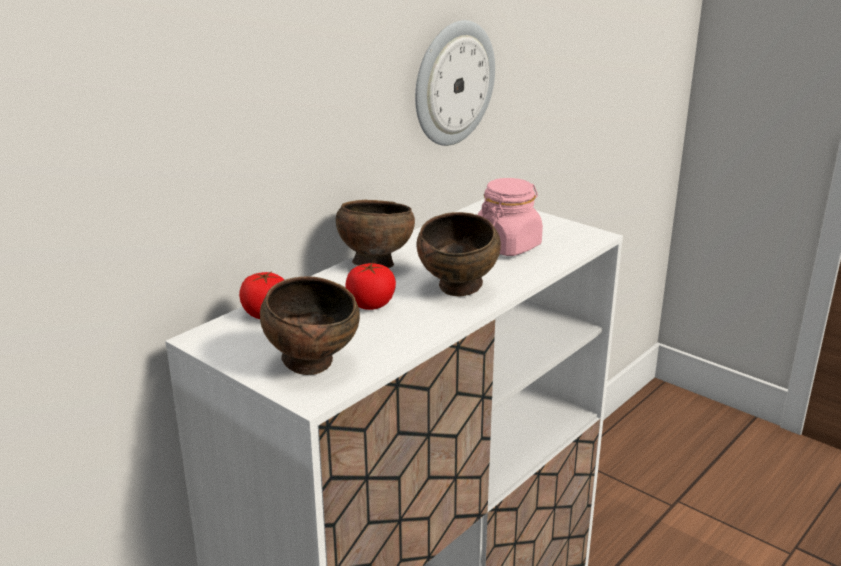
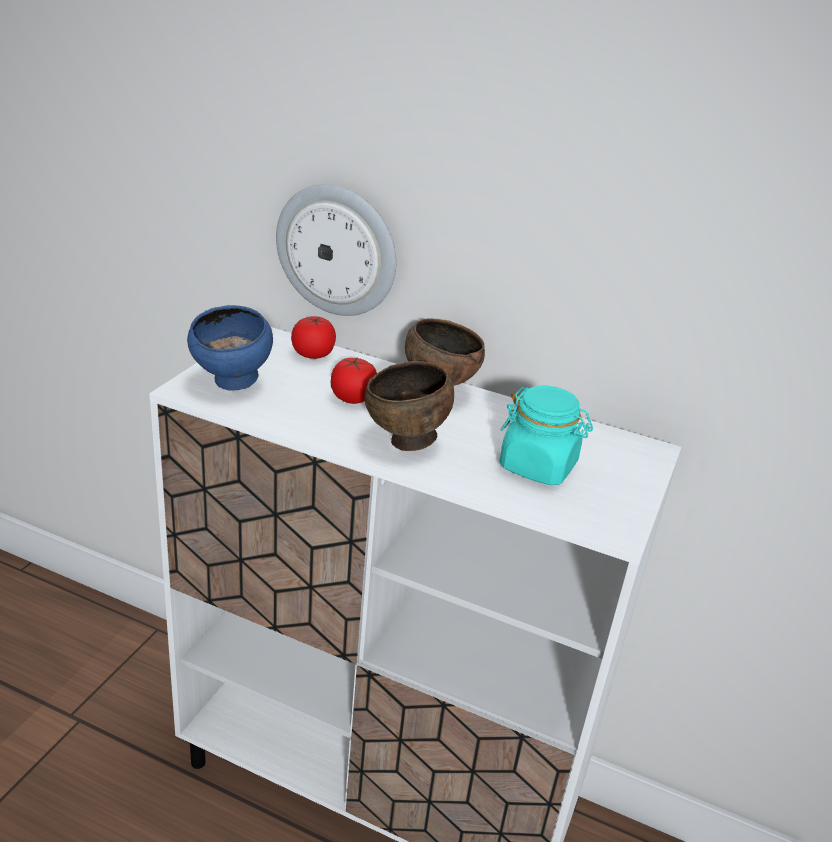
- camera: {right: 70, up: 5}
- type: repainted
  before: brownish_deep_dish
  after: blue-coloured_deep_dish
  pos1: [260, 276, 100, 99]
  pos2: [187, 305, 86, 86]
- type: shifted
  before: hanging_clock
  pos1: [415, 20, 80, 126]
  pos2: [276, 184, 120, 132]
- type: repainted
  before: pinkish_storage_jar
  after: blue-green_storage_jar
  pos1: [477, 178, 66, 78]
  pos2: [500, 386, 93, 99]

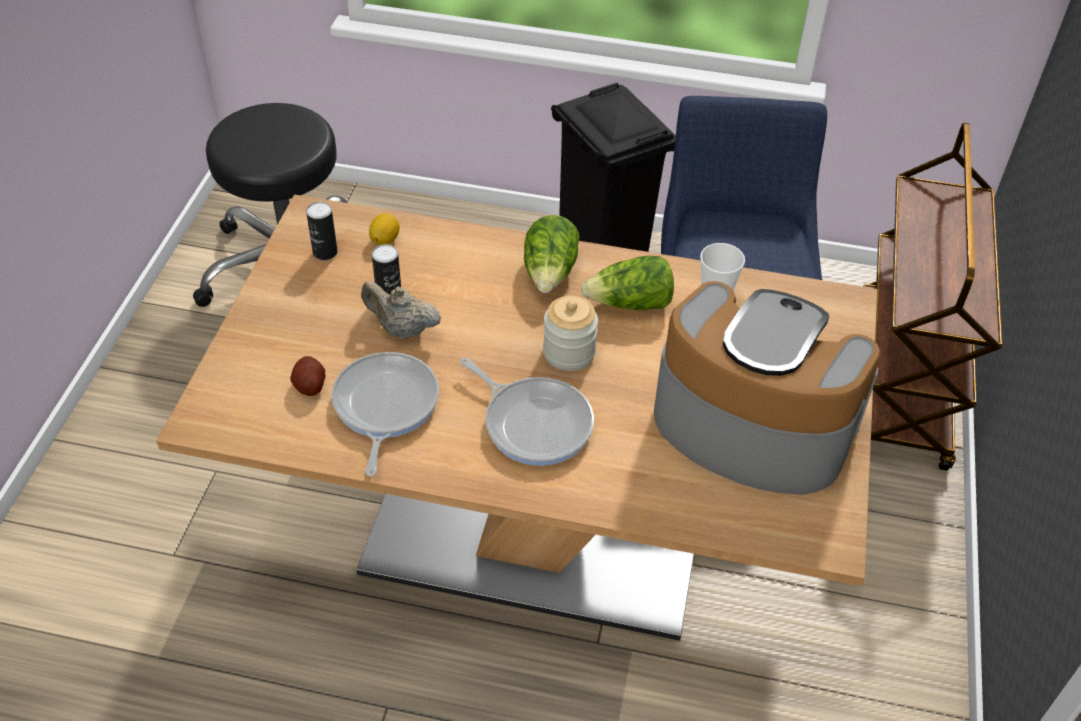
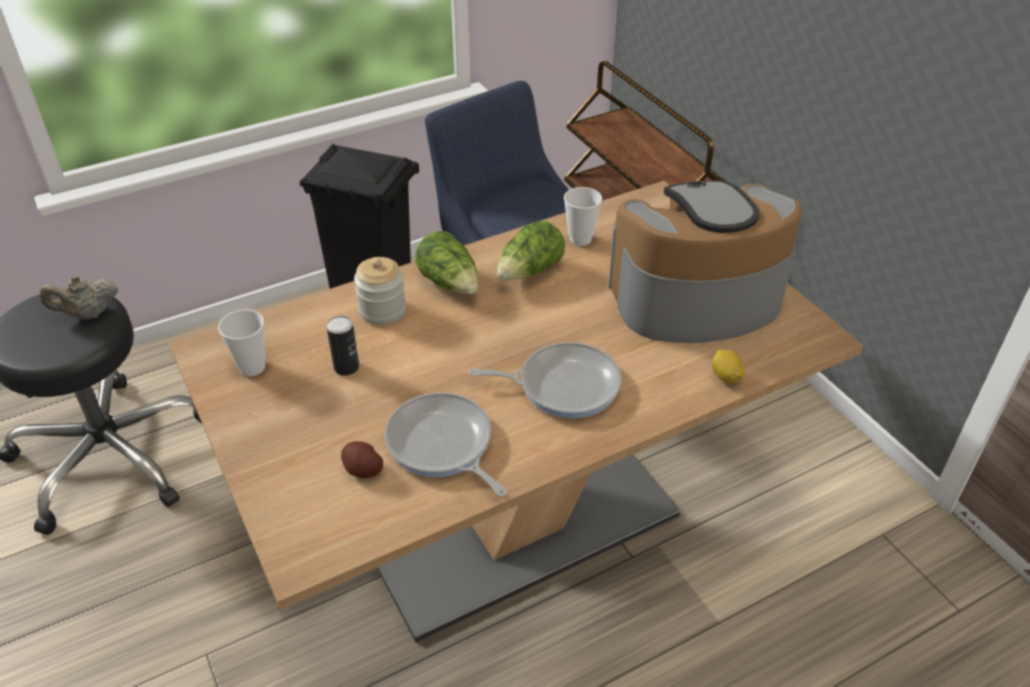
- camera: {right: -40, up: -5}
- type: swapped
  before: can
  after: cup
  pos1: [306, 202, 32, 58]
  pos2: [218, 309, 48, 67]
- type: shifted
  before: sand-coloured_teapot
  pos1: [361, 281, 80, 58]
  pos2: [40, 275, 79, 45]
- type: shifted
  before: lemon
  pos1: [369, 214, 31, 31]
  pos2: [712, 350, 33, 34]
- type: shifted
  before: storage_jar
  pos1: [543, 296, 55, 75]
  pos2: [354, 257, 52, 68]

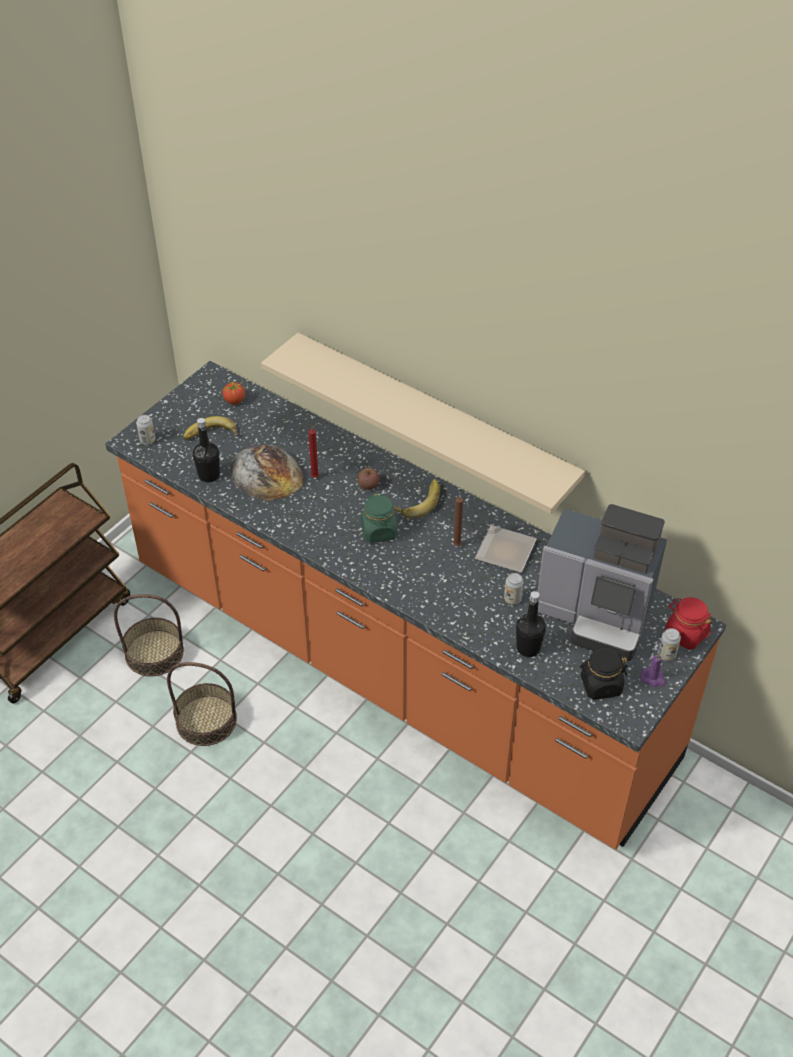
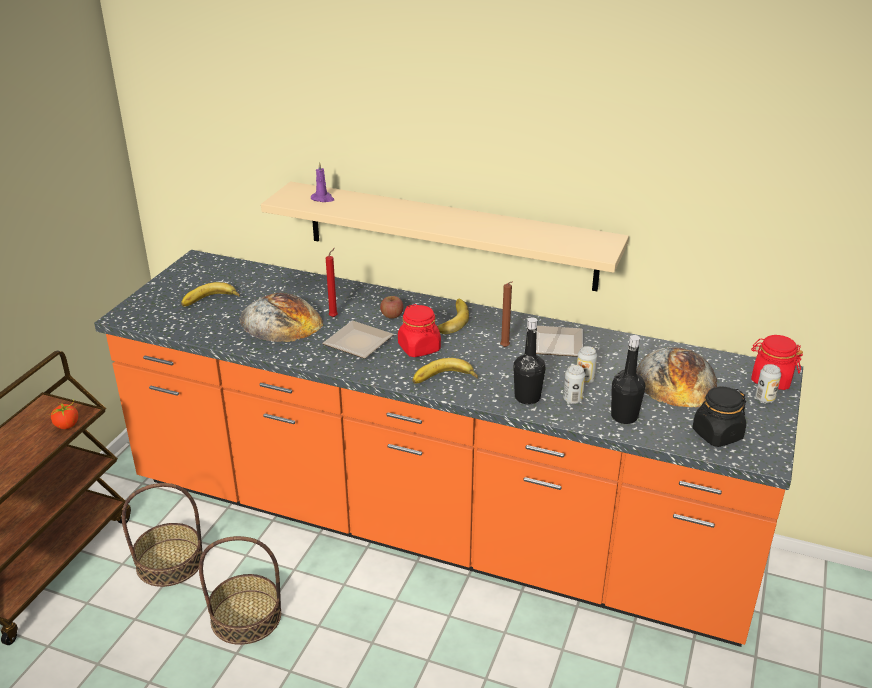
- camera: {right: -15, up: -15}
- type: shifted
  before: can
  pos1: [136, 415, 19, 30]
  pos2: [563, 365, 22, 39]
- type: shifted
  before: blackish_drink_bottle
  pos1: [193, 418, 27, 65]
  pos2: [513, 317, 33, 88]
- type: shifted
  before: fresh_tomato
  pos1: [222, 381, 23, 24]
  pos2: [50, 401, 28, 28]
- type: repainted
  before: greenish_storage_jar
  after: reddish_storage_jar
  pos1: [361, 493, 36, 50]
  pos2: [398, 304, 43, 53]
- type: swapped
  before: coffee_maker
  after: bakery_bread
  pos1: [537, 504, 130, 157]
  pos2: [636, 347, 81, 60]
- type: shifted
  before: purple-coloured_candle
  pos1: [640, 653, 26, 34]
  pos2: [311, 162, 24, 40]
- type: new
  after: plate
  pos2: [322, 321, 72, 38]
- type: new
  after: banana_fruit
  pos2: [413, 358, 65, 26]

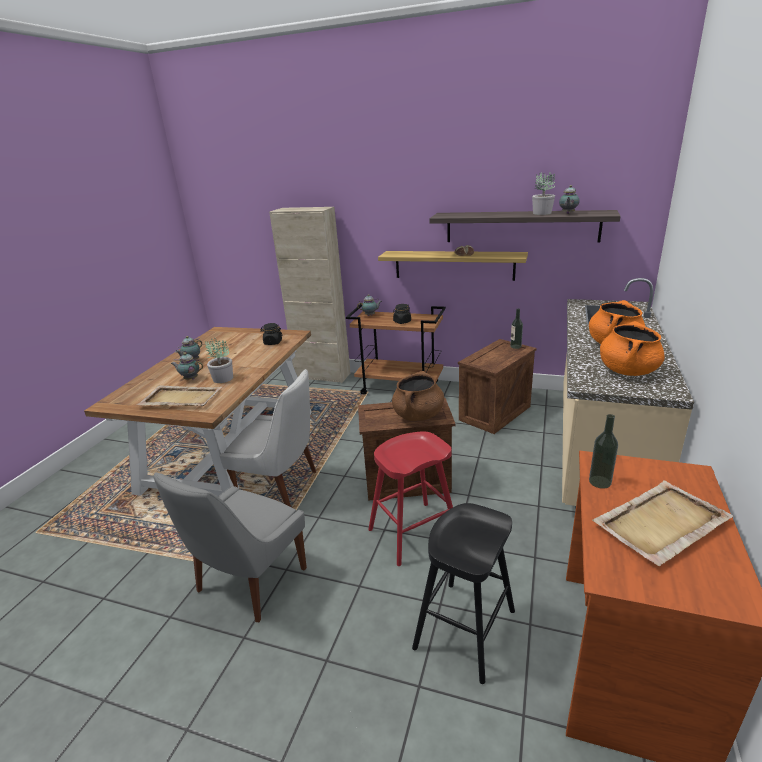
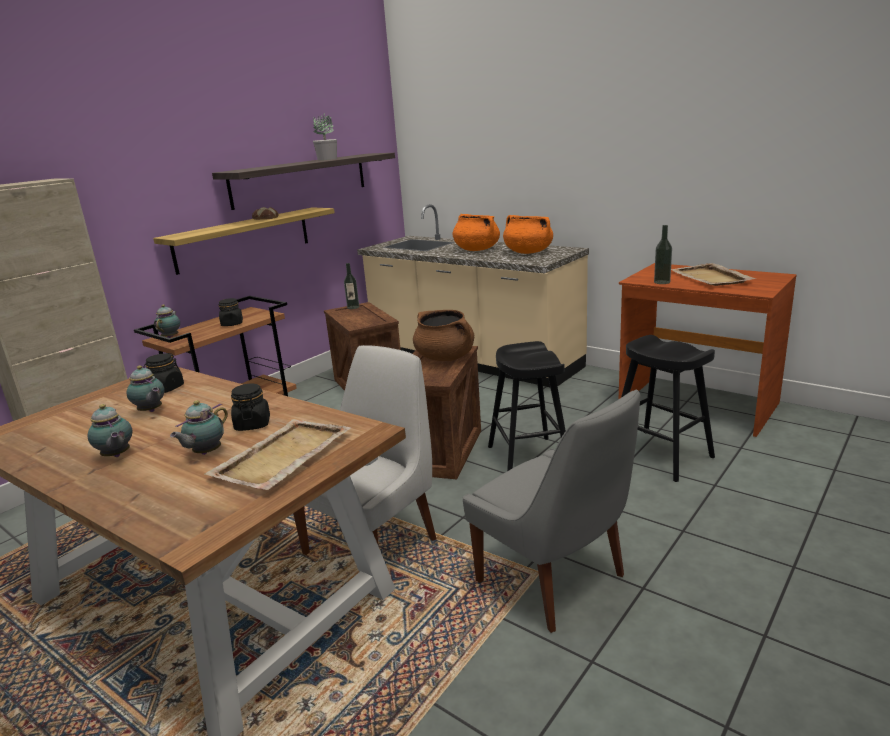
- camera: {right: -70, up: -5}
- type: swapped
  before: houseplant
  after: blackish_storage_jar
  pos1: [205, 338, 28, 45]
  pos2: [231, 384, 39, 47]
- type: repainted
  before: reddish_stool_seat
  after: blackish_stool_seat
  pos1: [368, 432, 85, 134]
  pos2: [488, 341, 78, 130]
- type: shifted
  before: teapot
  pos1: [559, 185, 21, 29]
  pos2: [126, 365, 39, 47]

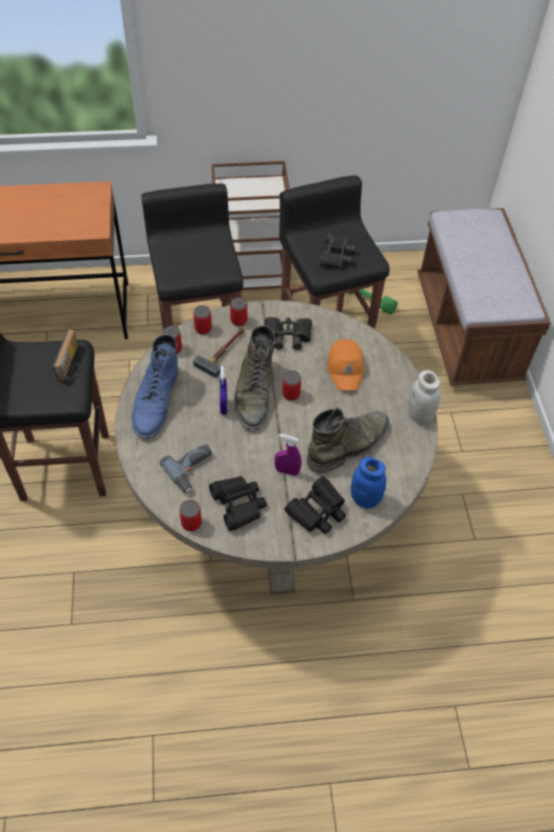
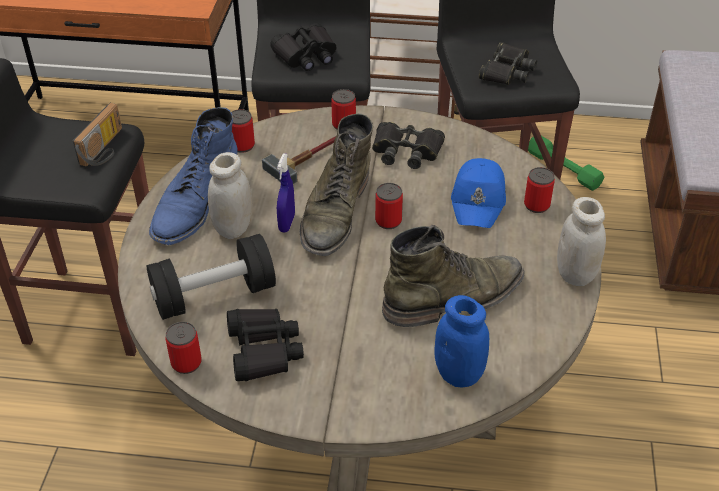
- camera: {right: 15, up: -10}
- type: swapped
  before: electric_drill
  after: blackish_dumbbell
  pos1: [160, 444, 52, 49]
  pos2: [147, 234, 129, 86]
- type: shifted
  before: can
  pos1: [194, 305, 18, 30]
  pos2: [524, 167, 31, 46]
- type: gone
  before: purple-coloured_hand_sprayer
  pos1: [275, 434, 26, 42]
- type: shifted
  before: blackish_binoculars
  pos1: [284, 476, 62, 58]
  pos2: [270, 23, 67, 48]
- type: repainted
  before: orange_baseball_cap
  after: blue-coloured_baseball_cap
  pos1: [327, 339, 37, 51]
  pos2: [451, 158, 55, 70]
- type: new
  after: whitish_storage_jar
  pos2: [208, 152, 44, 87]

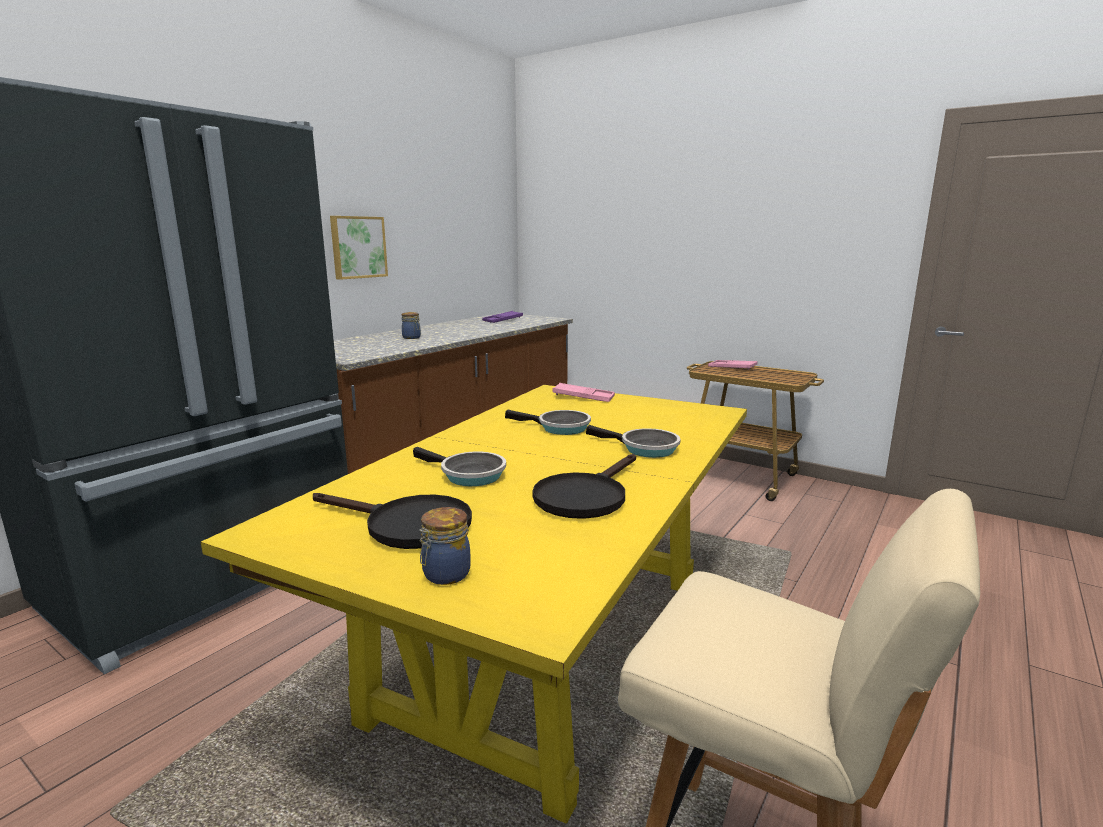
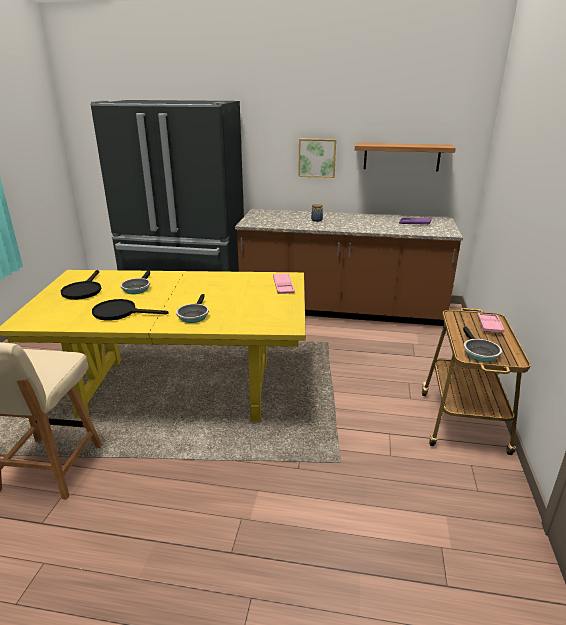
- camera: {right: 65, up: 10}
- type: gone
  before: storage_jar
  pos1: [419, 507, 52, 78]
- type: shifted
  before: skillet
  pos1: [505, 409, 86, 26]
  pos2: [463, 326, 39, 36]
- type: new
  after: wall_shelf
  pos2: [355, 143, 101, 28]

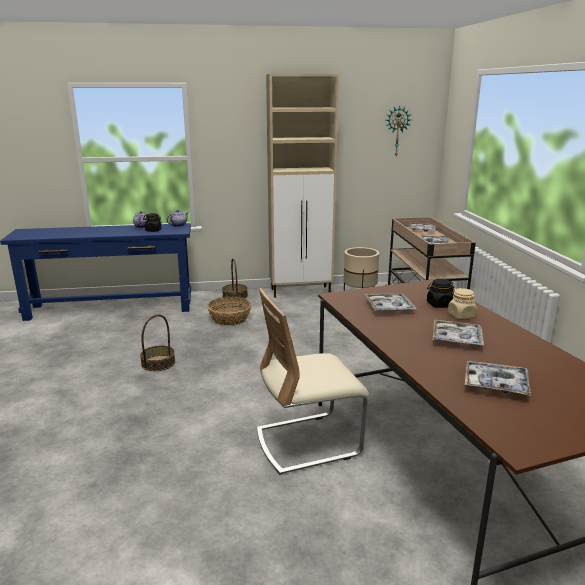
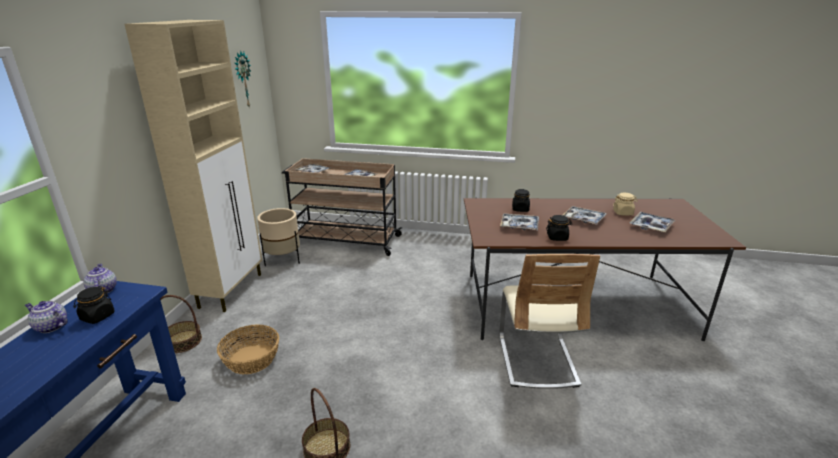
- camera: {right: -70, up: 5}
- type: shifted
  before: sand-coloured_storage_jar
  pos1: [448, 288, 29, 31]
  pos2: [613, 193, 25, 23]
- type: new
  after: blackish_storage_jar
  pos2: [546, 215, 26, 26]

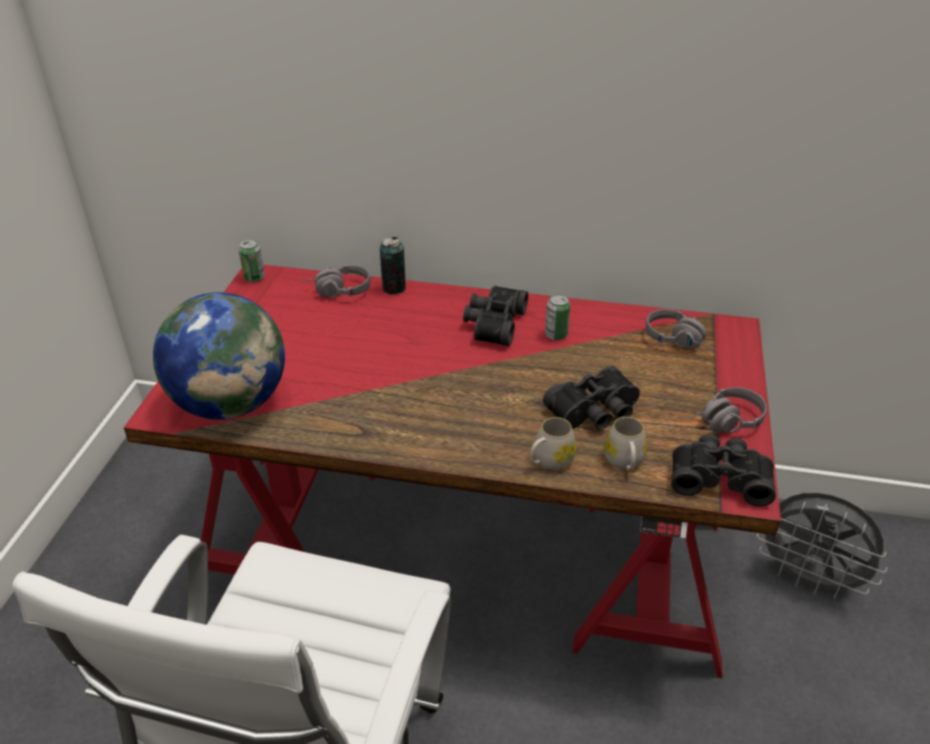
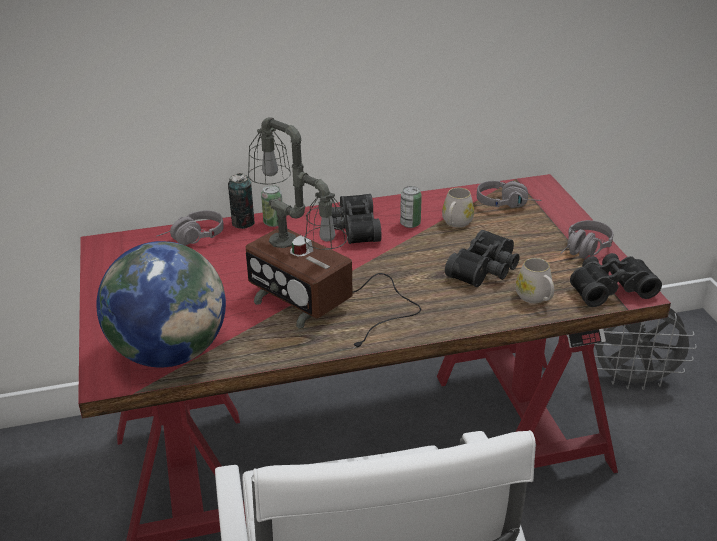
- camera: {right: -25, up: -5}
- type: shifted
  before: can
  pos1: [239, 239, 26, 43]
  pos2: [261, 185, 21, 42]
- type: shifted
  before: whitish_tea_mug
  pos1: [530, 417, 46, 53]
  pos2: [442, 188, 32, 40]
- type: new
  after: tabletop_lamp
  pos2: [246, 117, 175, 231]

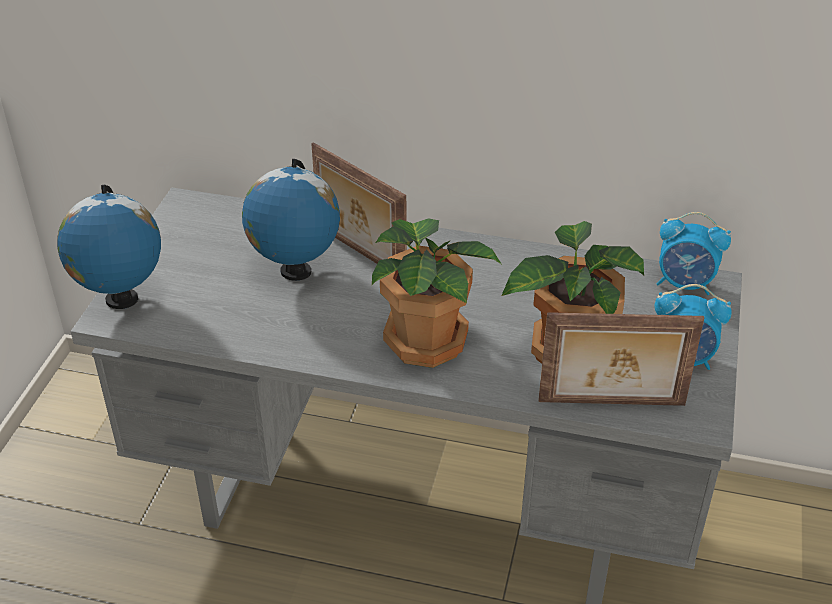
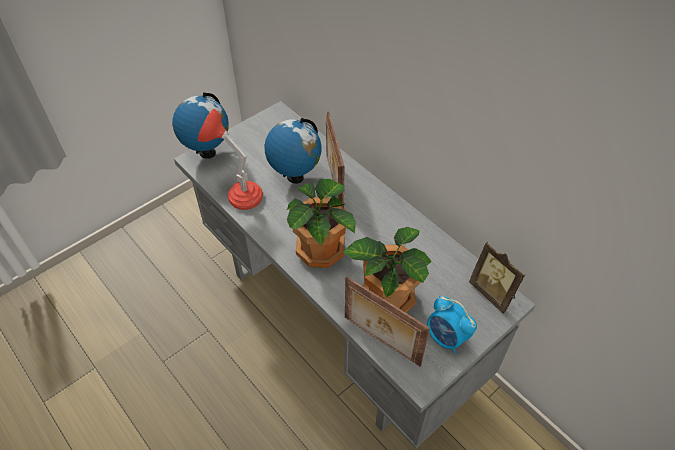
- camera: {right: 35, up: 10}
- type: swapped
  before: bedside_clock
  after: picture_frame
  pos1: [657, 212, 74, 83]
  pos2: [469, 242, 56, 71]
- type: new
  after: reddish_tabletop_lamp
  pos2: [198, 109, 65, 101]

